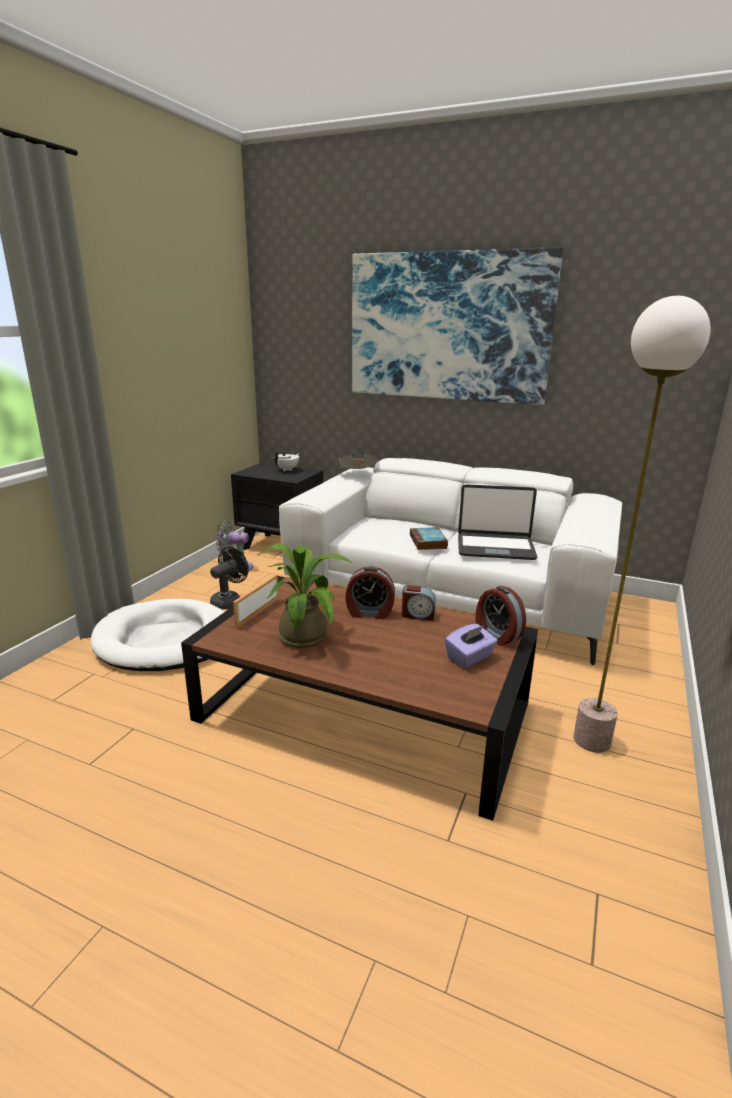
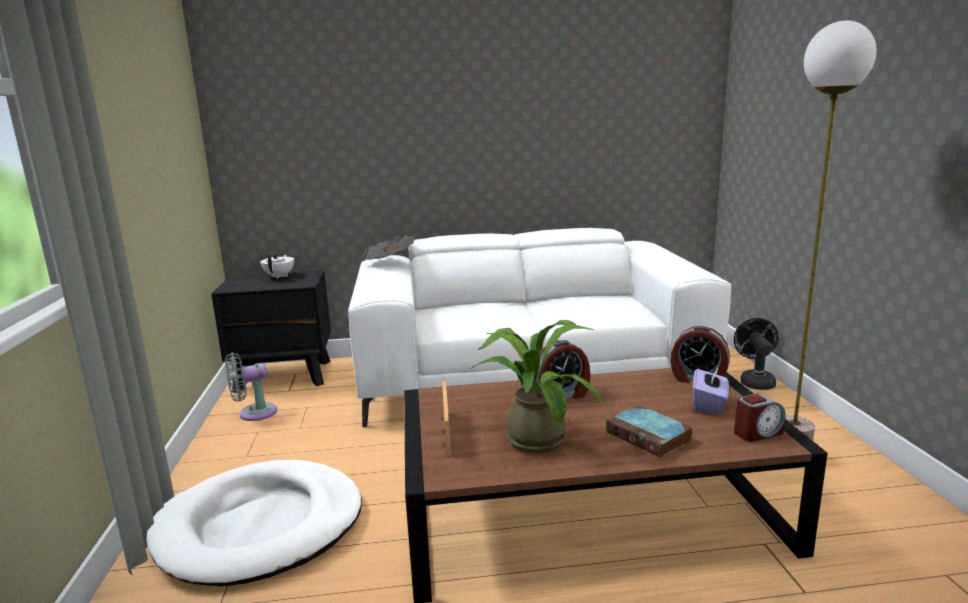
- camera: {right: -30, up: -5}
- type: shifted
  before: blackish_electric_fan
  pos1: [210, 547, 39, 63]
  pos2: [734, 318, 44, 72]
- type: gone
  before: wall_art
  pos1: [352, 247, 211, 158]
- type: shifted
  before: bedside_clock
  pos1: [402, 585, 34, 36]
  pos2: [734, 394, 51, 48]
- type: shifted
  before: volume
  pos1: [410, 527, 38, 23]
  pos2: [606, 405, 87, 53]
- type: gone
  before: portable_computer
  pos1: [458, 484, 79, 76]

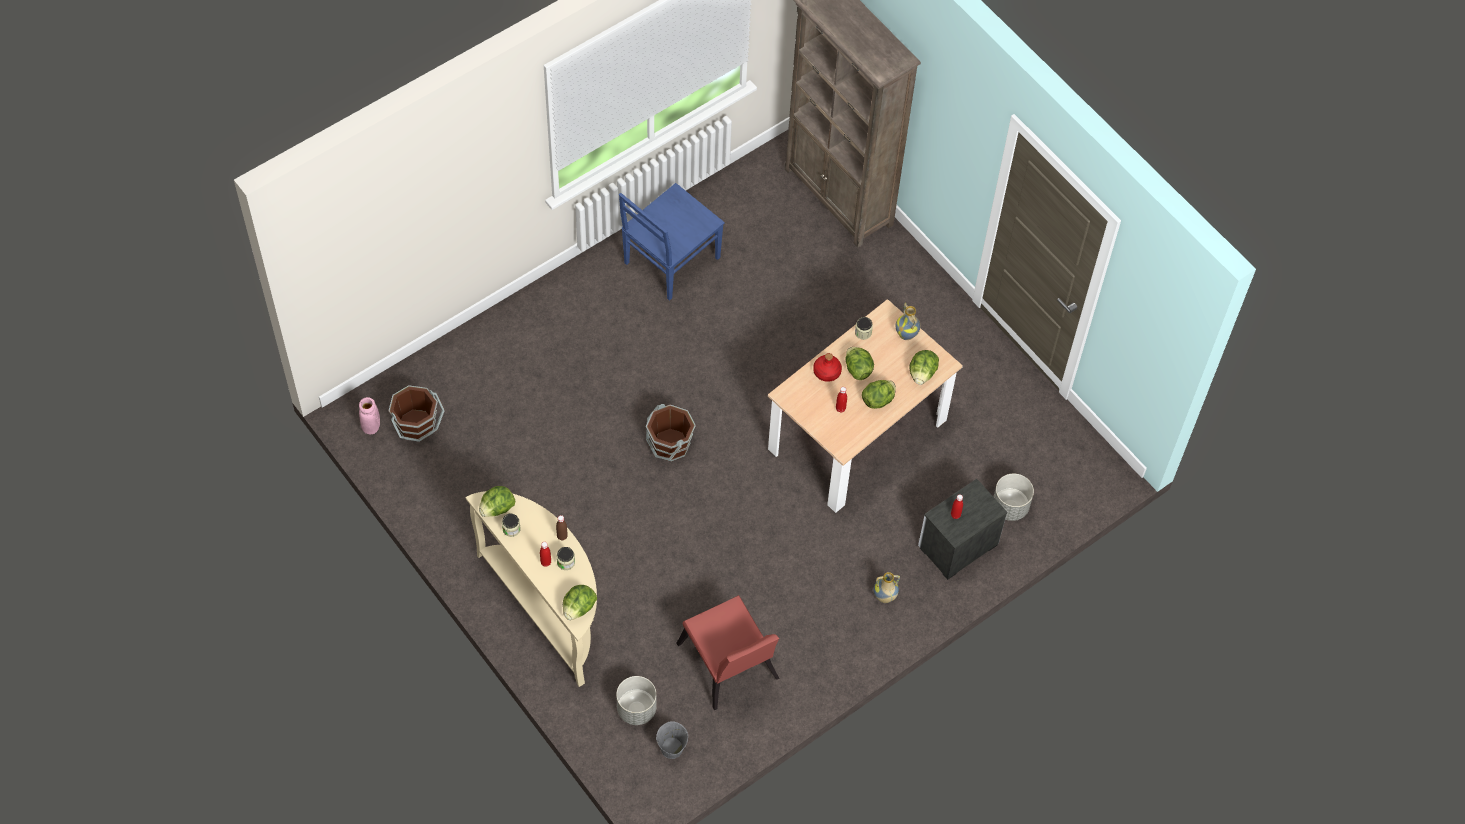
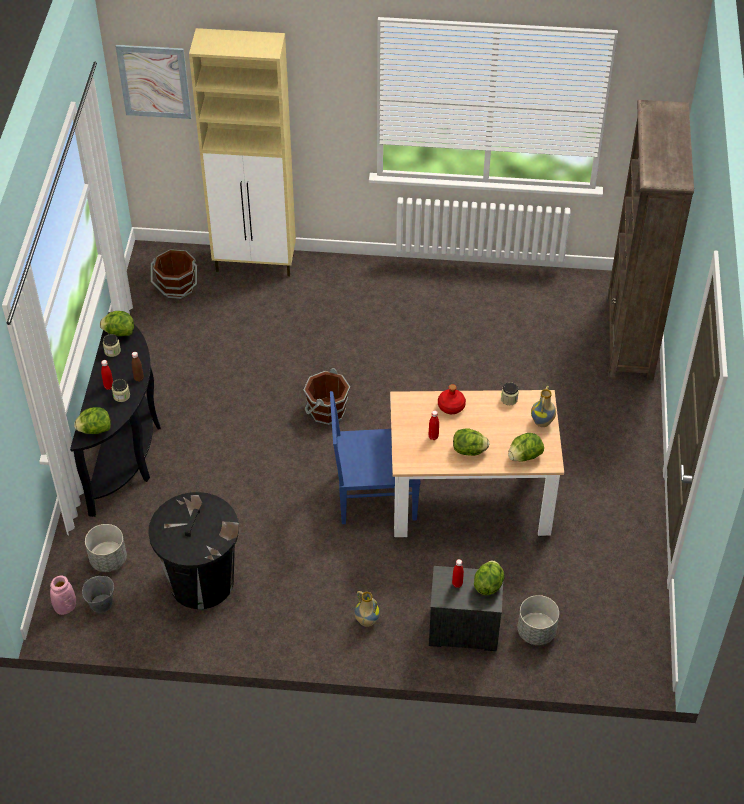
- camera: {right: 45, up: -10}
- type: shifted
  before: pinkish_vase
  pos1: [359, 397, 21, 37]
  pos2: [50, 576, 26, 39]
- type: repainted
  before: sand-coloured_hall_table
  after: blackish_hall_table
  pos1: [466, 491, 131, 196]
  pos2: [70, 312, 91, 205]
- type: shifted
  before: blue-coloured_chair
  pos1: [619, 183, 105, 118]
  pos2: [330, 391, 91, 133]
- type: swapped
  before: reddish_chair
  after: blackish_rubbish_bin
  pos1: [676, 595, 103, 115]
  pos2: [148, 492, 91, 117]
- type: shifted
  before: head_of_lettuce
  pos1: [846, 347, 28, 33]
  pos2: [474, 560, 31, 35]
- type: new
  after: wall_art
  pos2: [116, 45, 75, 74]
- type: new
  after: sand-coloured_cupboard
  pos2: [189, 28, 107, 248]

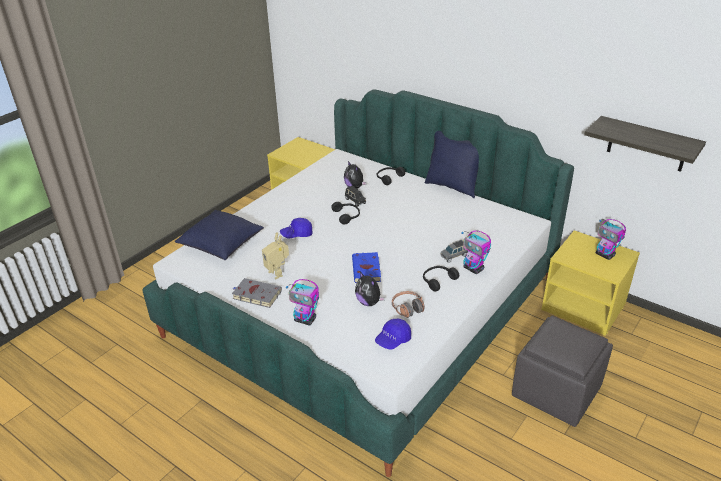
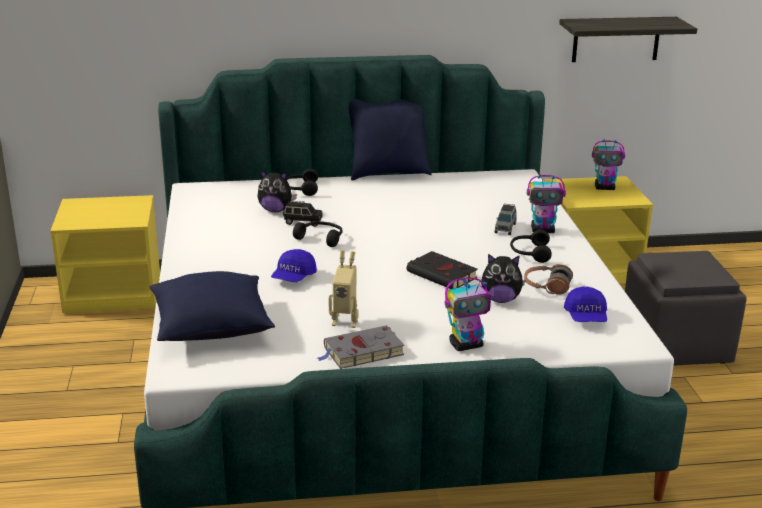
- camera: {right: -45, up: -10}
- type: repainted
  before: blue-coloured_volume
  after: blackish_volume
  pos1: [352, 252, 29, 31]
  pos2: [407, 251, 71, 38]

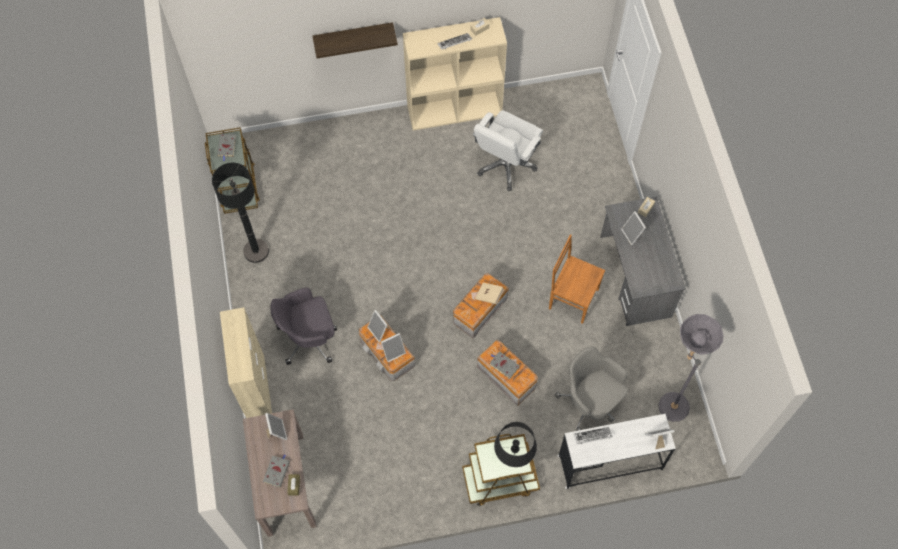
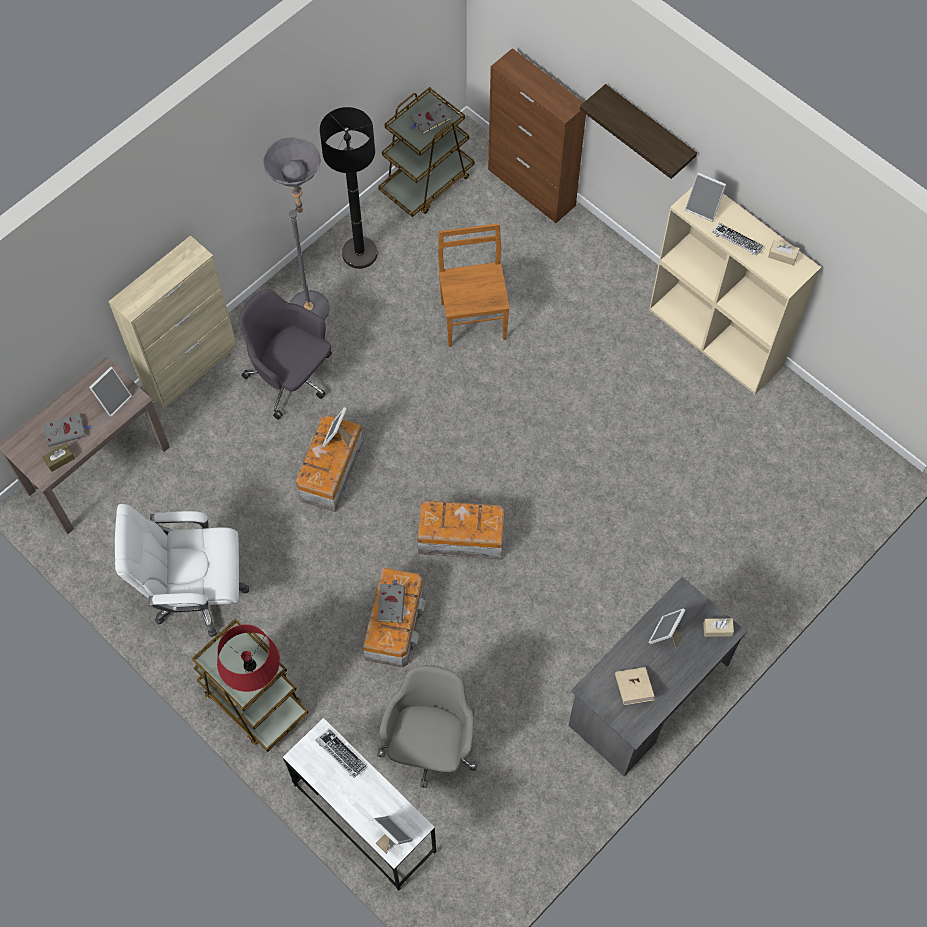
- camera: {right: 55, up: 0}
- type: shifted
  before: picture_frame
  pos1: [381, 333, 25, 29]
  pos2: [685, 172, 41, 50]
- type: shifted
  before: whitish_computer_chair
  pos1: [473, 110, 70, 81]
  pos2: [115, 504, 134, 133]
- type: shifted
  before: sand-coloured_volume
  pos1: [475, 283, 29, 21]
  pos2: [615, 667, 39, 38]
- type: repainted
  before: blackish_tabletop_lamp
  after: reddish_tabletop_lamp
  pos1: [494, 422, 43, 45]
  pos2: [217, 624, 63, 68]
- type: shifted
  before: brownish_chair
  pos1: [549, 234, 56, 90]
  pos2: [438, 223, 72, 124]
- type: shifted
  before: gray_standard_lamp
  pos1: [658, 314, 65, 108]
  pos2: [263, 137, 67, 183]
- type: new
  after: brownish_cupboard
  pos2: [488, 48, 98, 175]

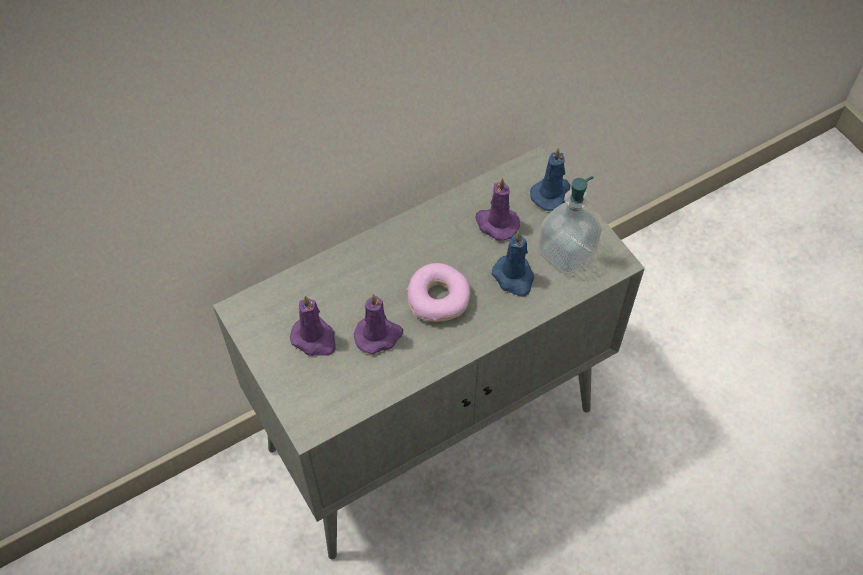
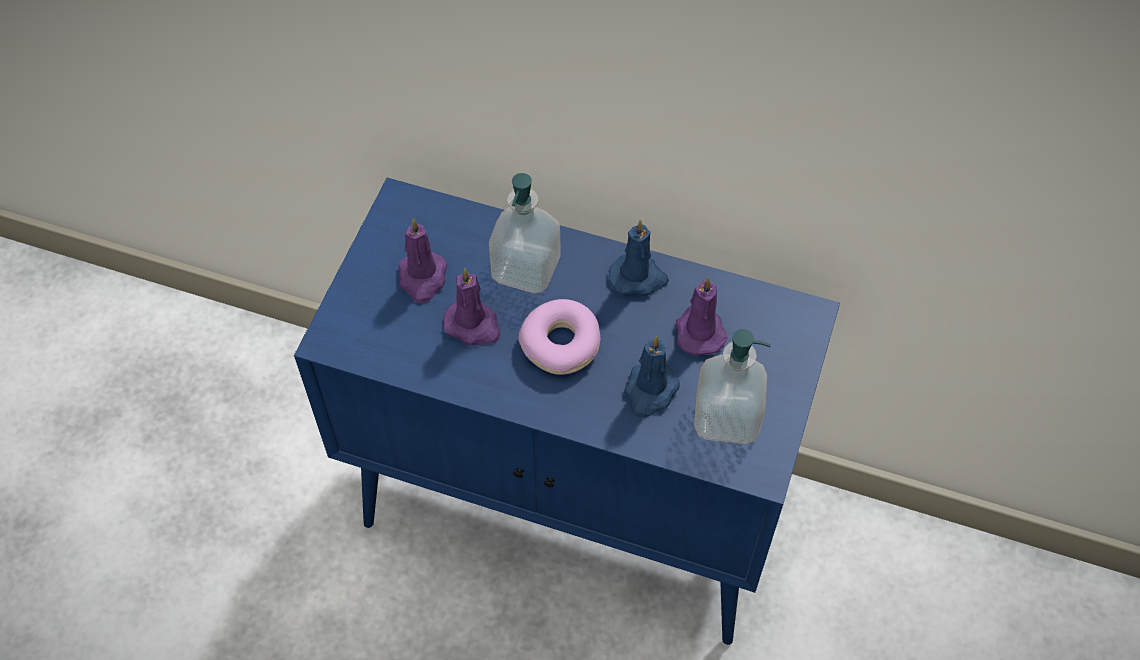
- camera: {right: 50, up: 0}
- type: repainted
  before: gray_cupboard
  after: blue-coloured_cupboard
  pos1: [213, 146, 432, 413]
  pos2: [294, 178, 546, 467]
- type: shifted
  before: blue-coloured_candle
  pos1: [530, 148, 40, 63]
  pos2: [609, 220, 60, 76]
- type: new
  after: soap_dispenser
  pos2: [489, 173, 72, 120]

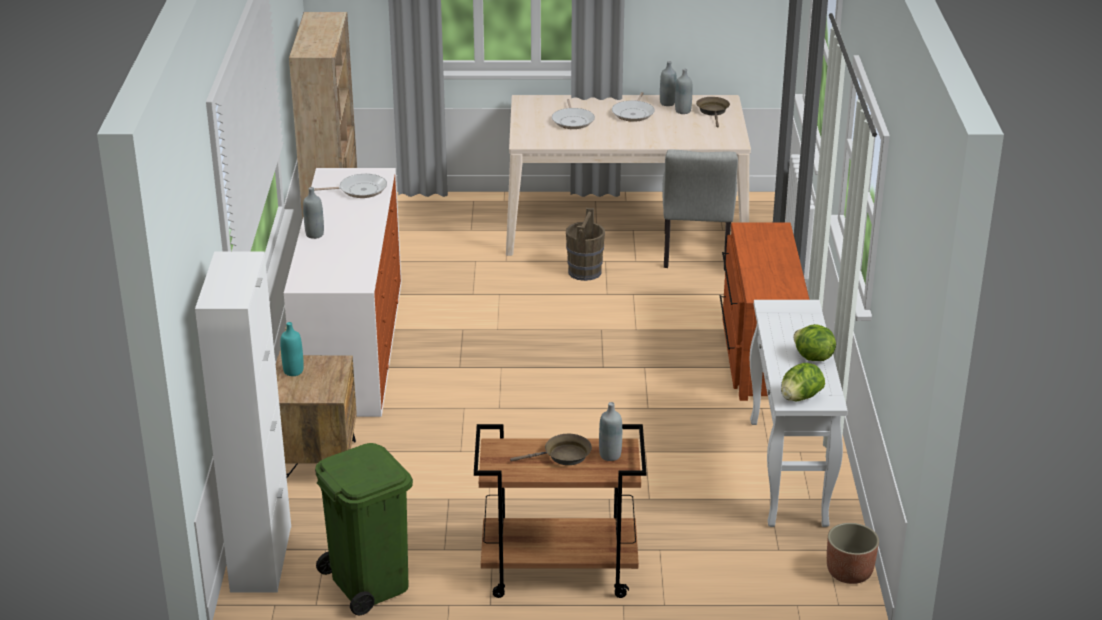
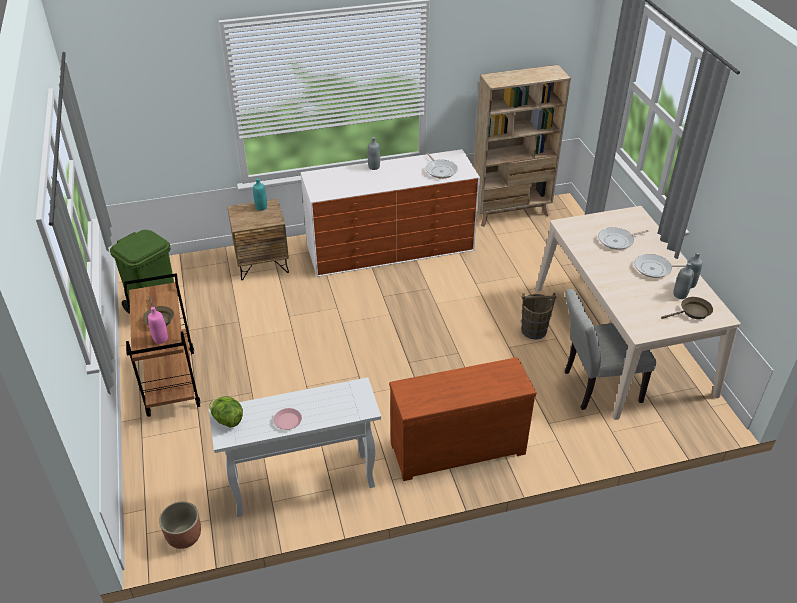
- camera: {right: 75, up: 10}
- type: gone
  before: whitish_cupboard
  pos1: [195, 251, 96, 342]
- type: repainted
  before: gray_drink_bottle
  after: pinkish_drink_bottle
  pos1: [599, 402, 23, 59]
  pos2: [148, 307, 20, 37]
- type: swapped
  before: head_of_lettuce
  after: pinkish_plate
  pos1: [793, 324, 43, 37]
  pos2: [273, 408, 29, 22]

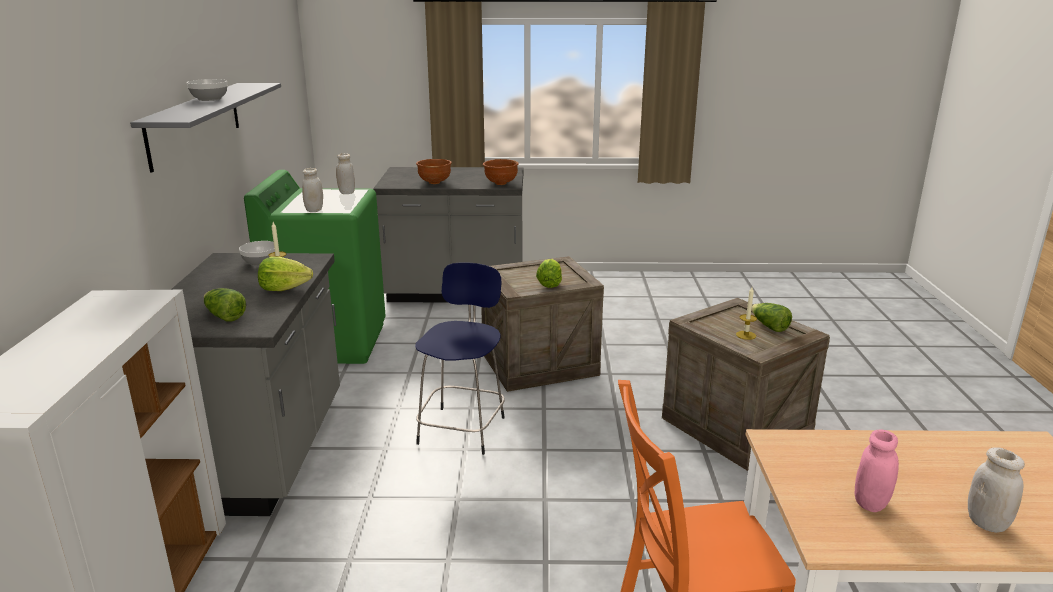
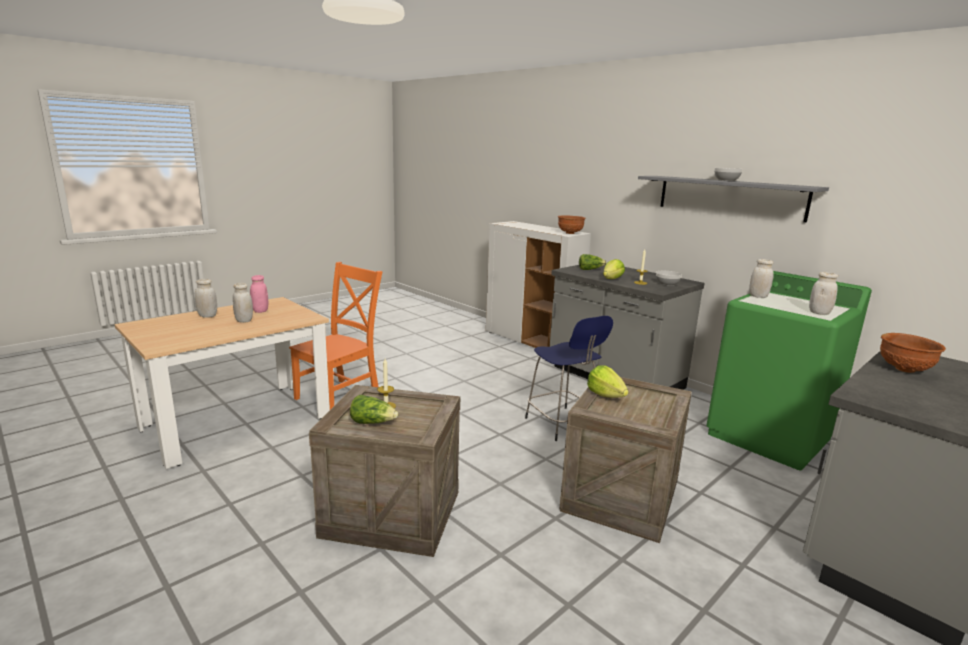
- camera: {right: 135, up: -5}
- type: shifted
  before: brownish_deep_dish
  pos1: [483, 159, 36, 26]
  pos2: [558, 215, 28, 19]
- type: new
  after: whitish_storage_jar
  pos2: [233, 283, 20, 40]

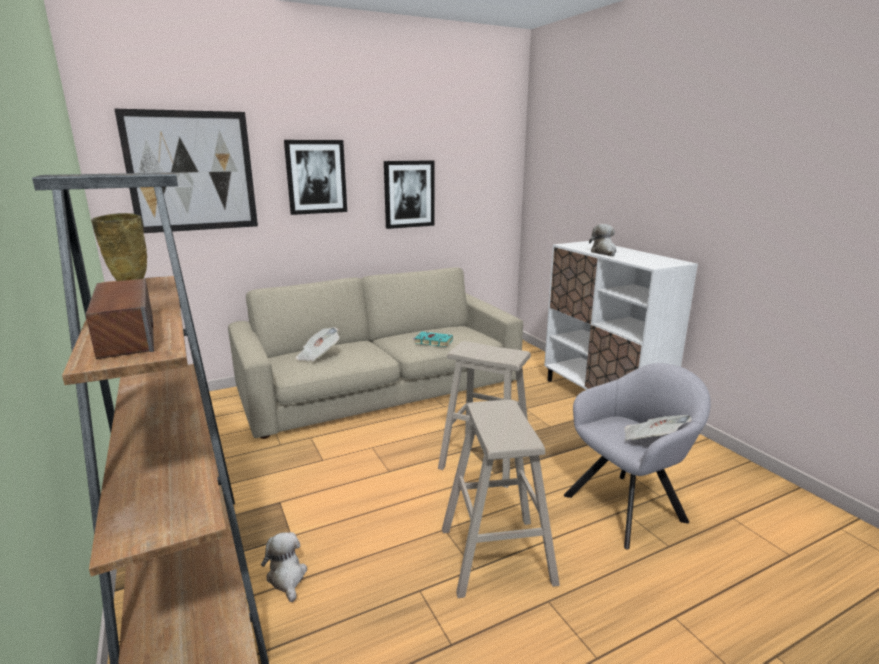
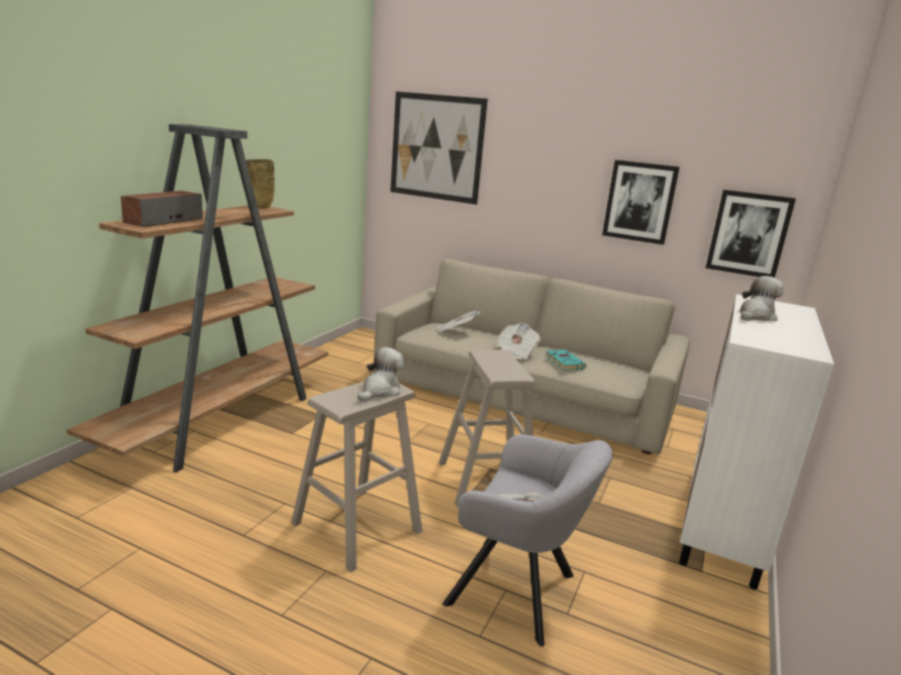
- camera: {right: 50, up: 0}
- type: shifted
  before: cuddly_toy
  pos1: [261, 532, 46, 70]
  pos2: [357, 347, 47, 55]
- type: shifted
  before: wall_art
  pos1: [284, 140, 63, 75]
  pos2: [706, 190, 90, 88]
- type: new
  after: newspaper
  pos2: [497, 323, 43, 36]

